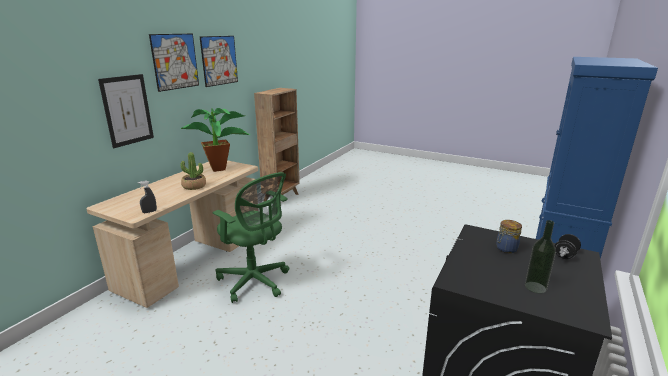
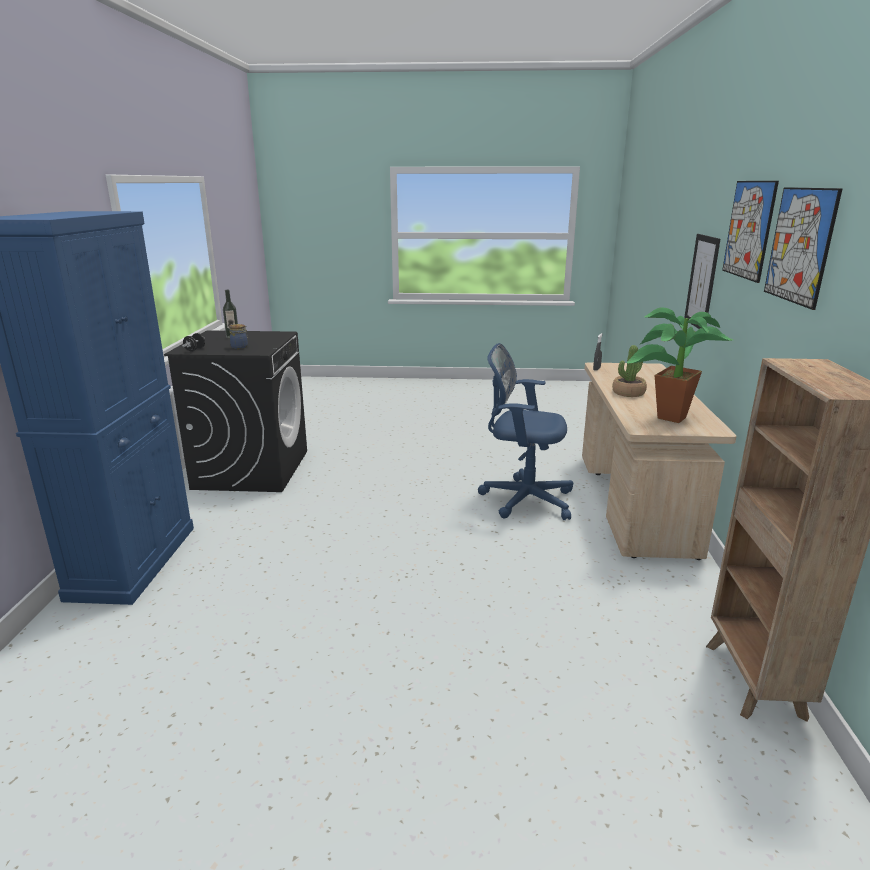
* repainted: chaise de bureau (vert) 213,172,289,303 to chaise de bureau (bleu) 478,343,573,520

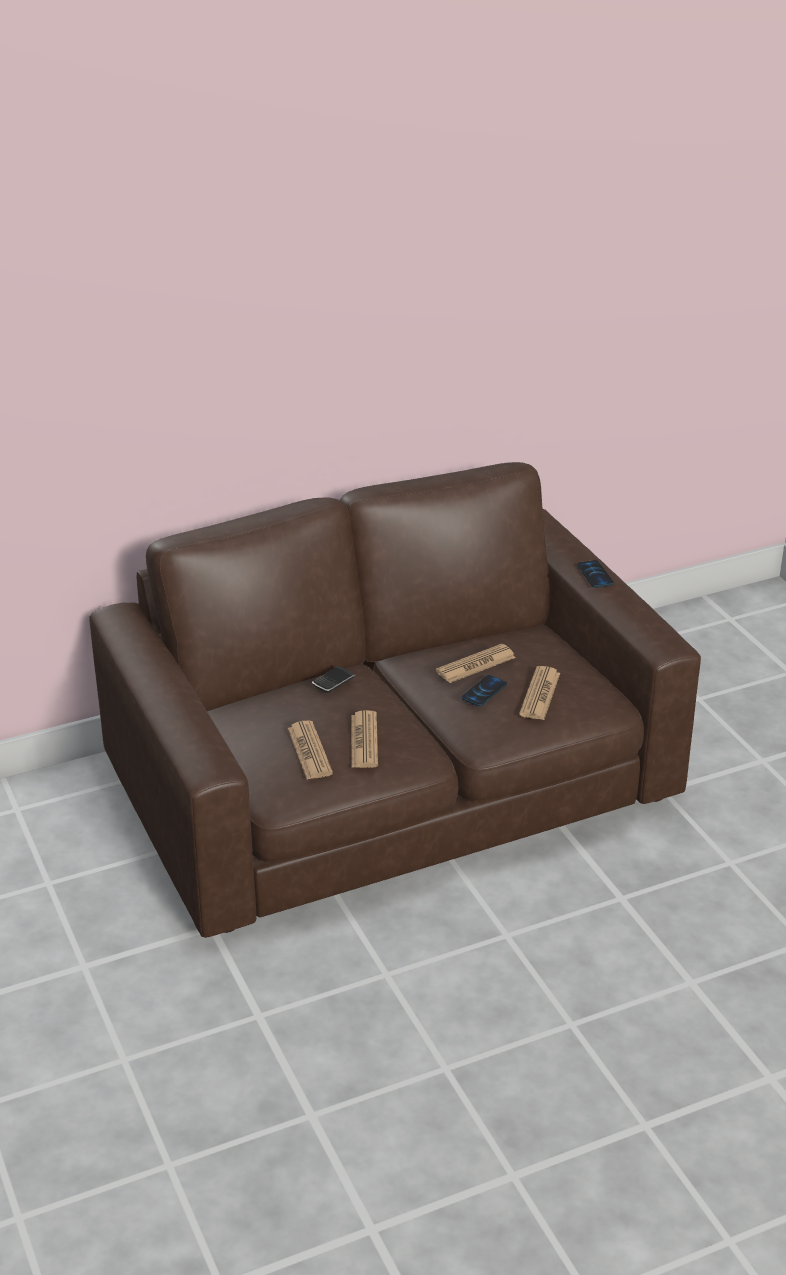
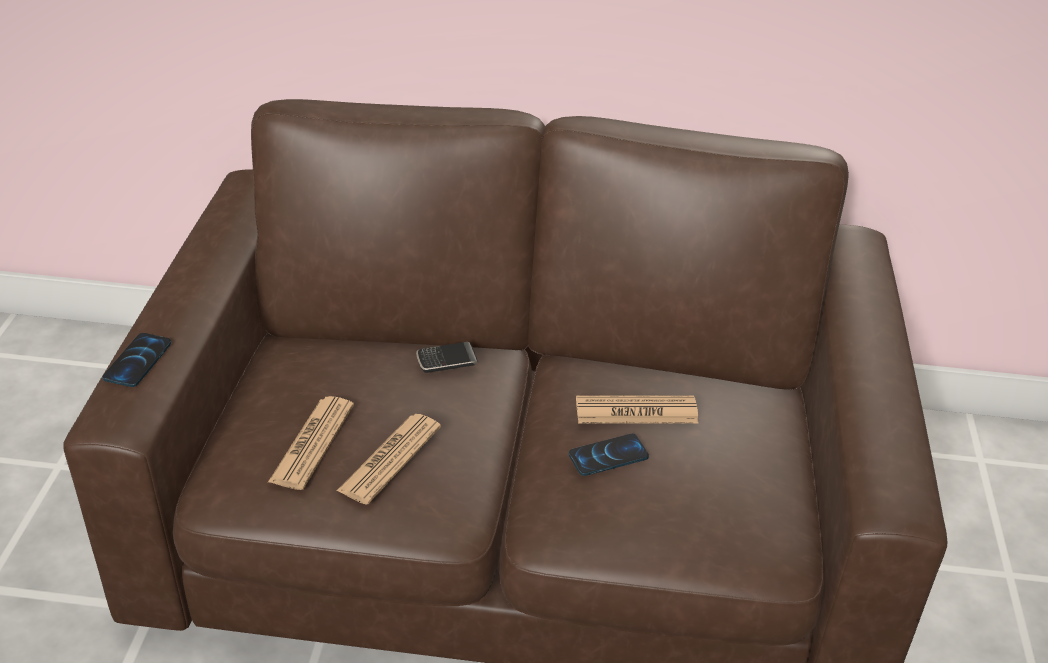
* shifted: téléphone 577,560,614,588 to 102,333,171,387
* gone: journal 519,666,560,720

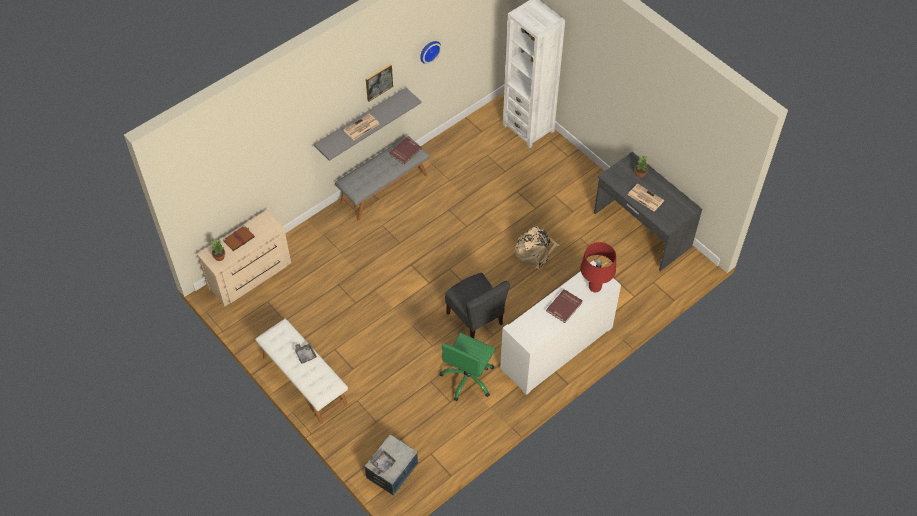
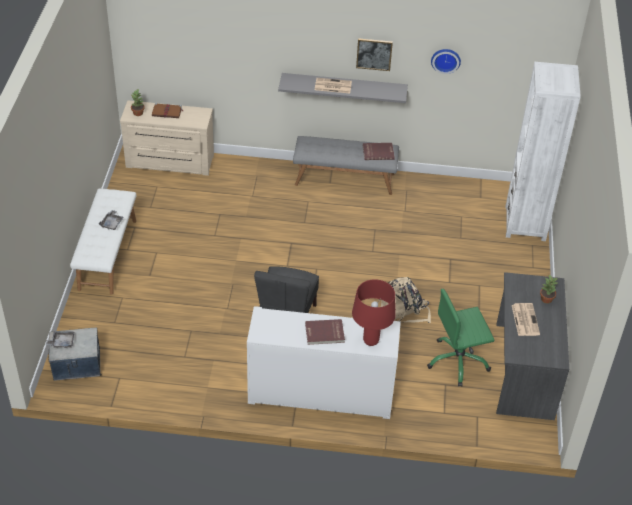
* shifted: chaise de bureau (vert) 440,333,495,401 to 427,289,494,387

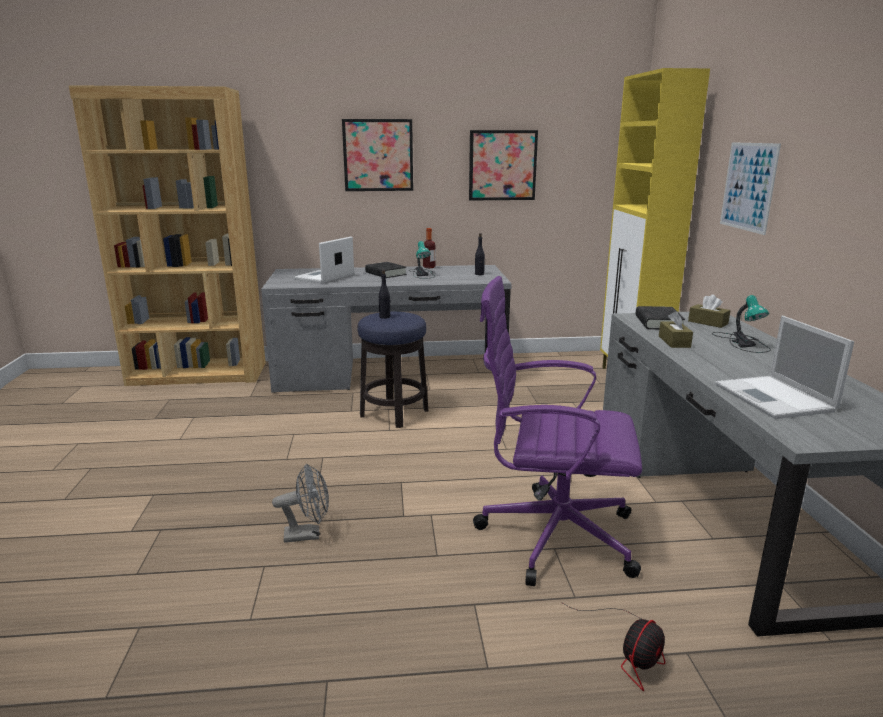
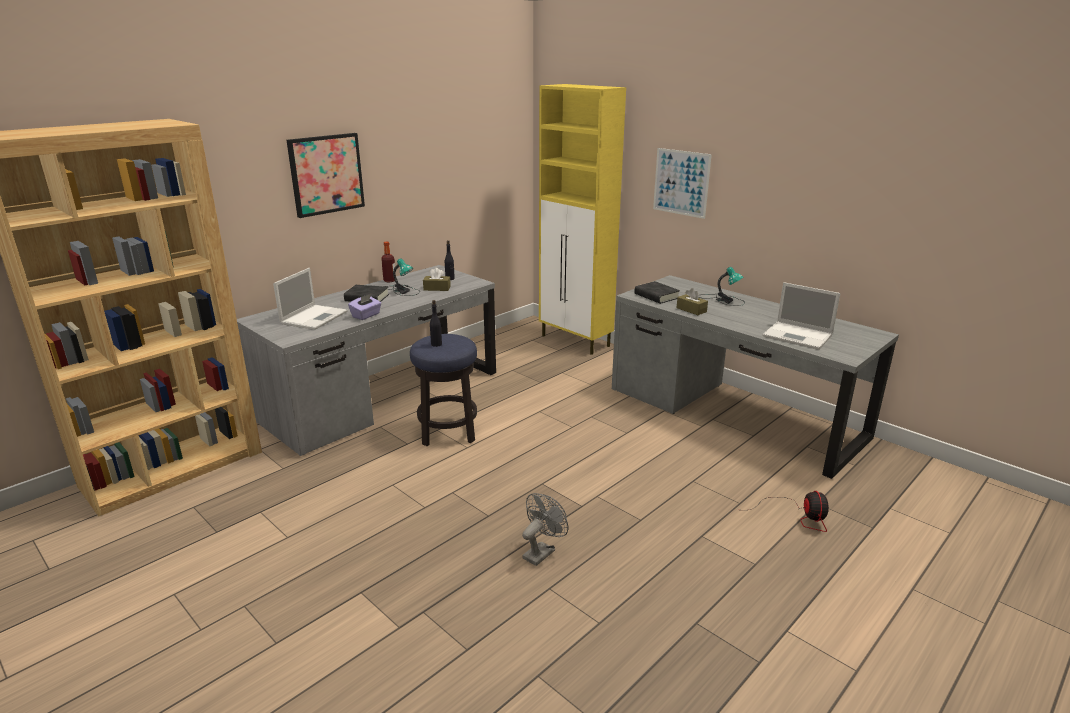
* rotated: ordinateur portable 293,237,354,283 = 273,268,347,330 150 degrees counterclockwise
* new: boîte à mouchoirs (violet) 348,294,382,320
* shifted: boîte à mouchoirs (marron) 688,294,731,328 to 423,268,451,291
* gone: tableau 469,130,538,201
* gone: chaise de bureau (violet) 473,276,642,586

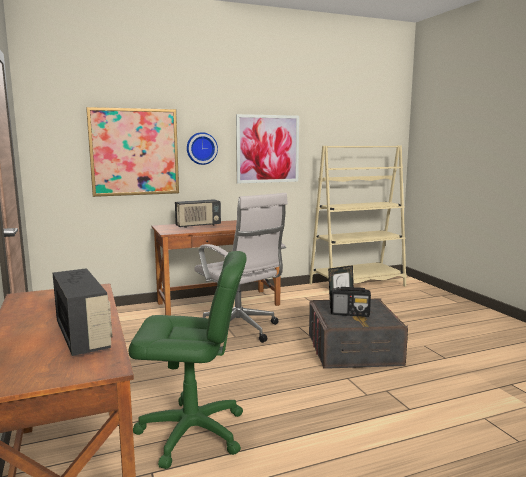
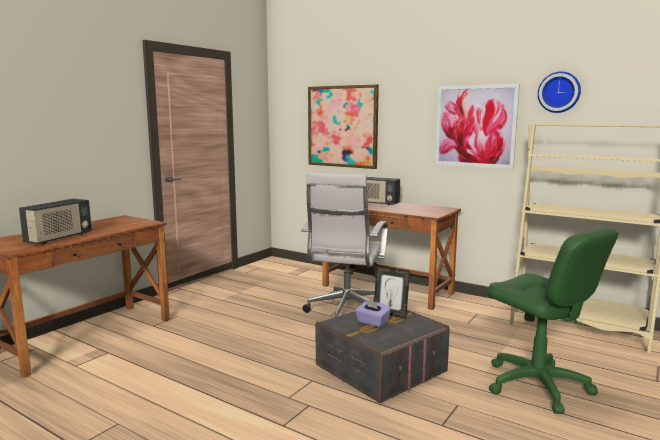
* swapped: radio 331,287,371,317 to boîte à mouchoirs (violet) 355,299,391,327
* shifted: chaise de bureau (vert) 129,251,247,469 to 487,228,618,414
* shifted: horloge murale 187,132,218,165 to 538,71,581,113

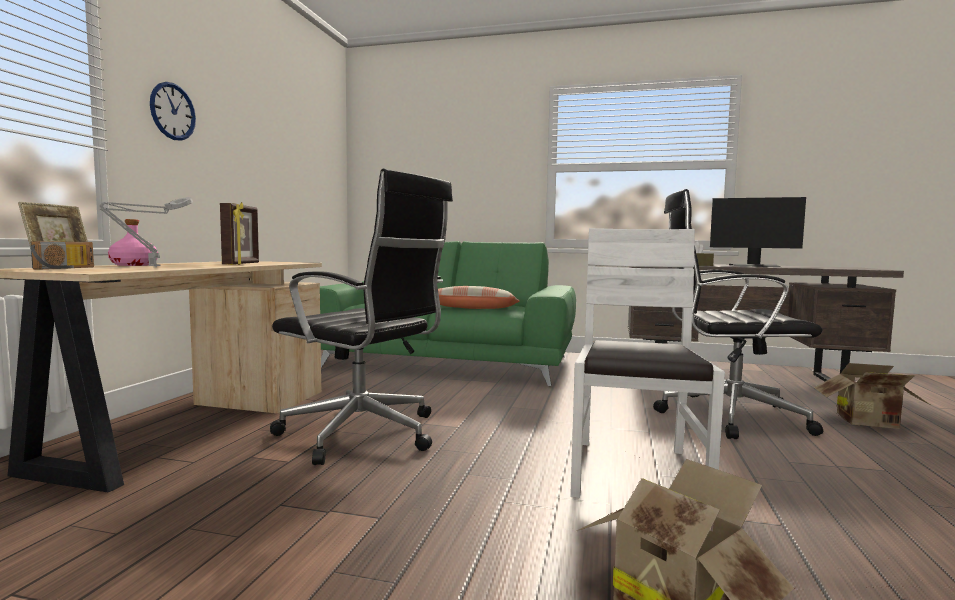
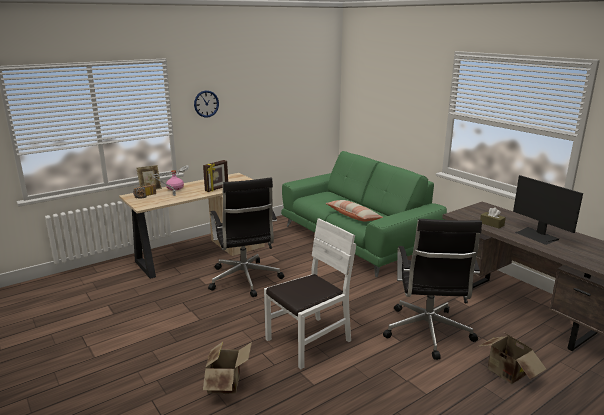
* rotated: chaise de bureau (noir) 653,189,823,439 = 383,219,482,360 135 degrees counterclockwise

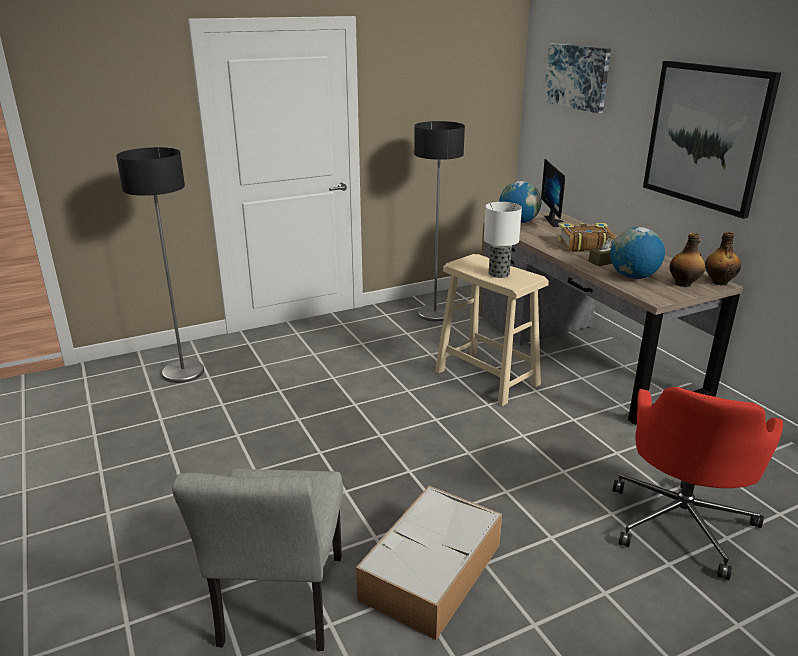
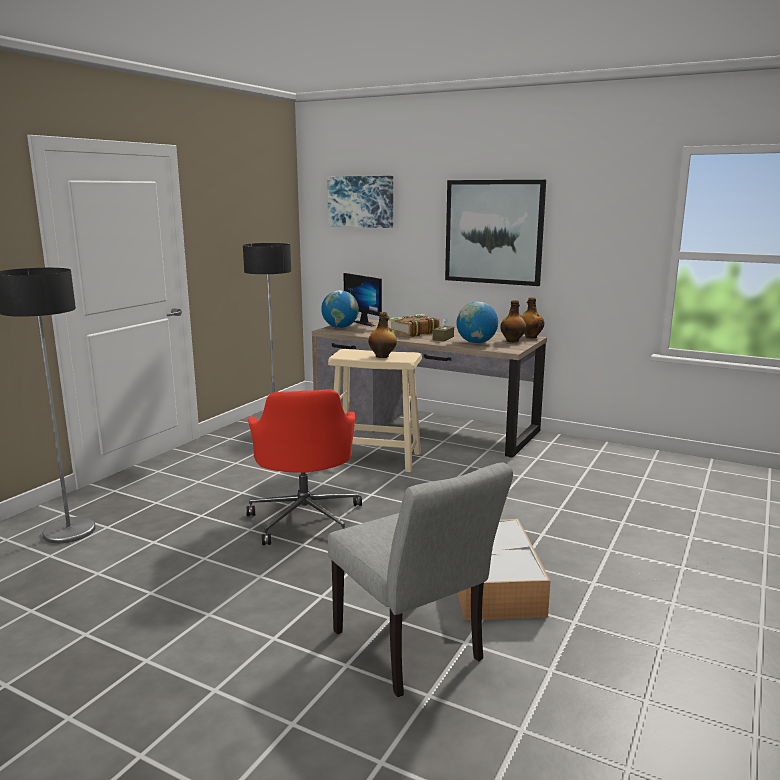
* shifted: chaise de bureau (rouge) 613,387,783,580 to 247,389,362,545
* swapped: lampe de table 484,202,522,278 to bouteille 368,312,397,358

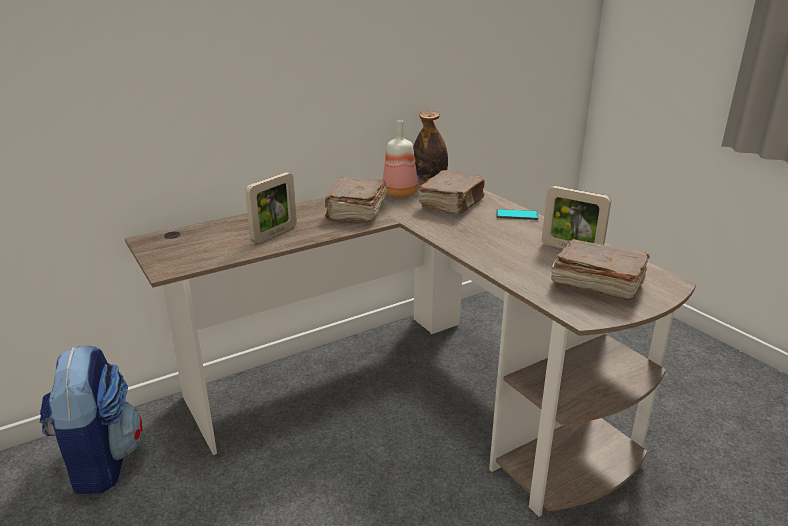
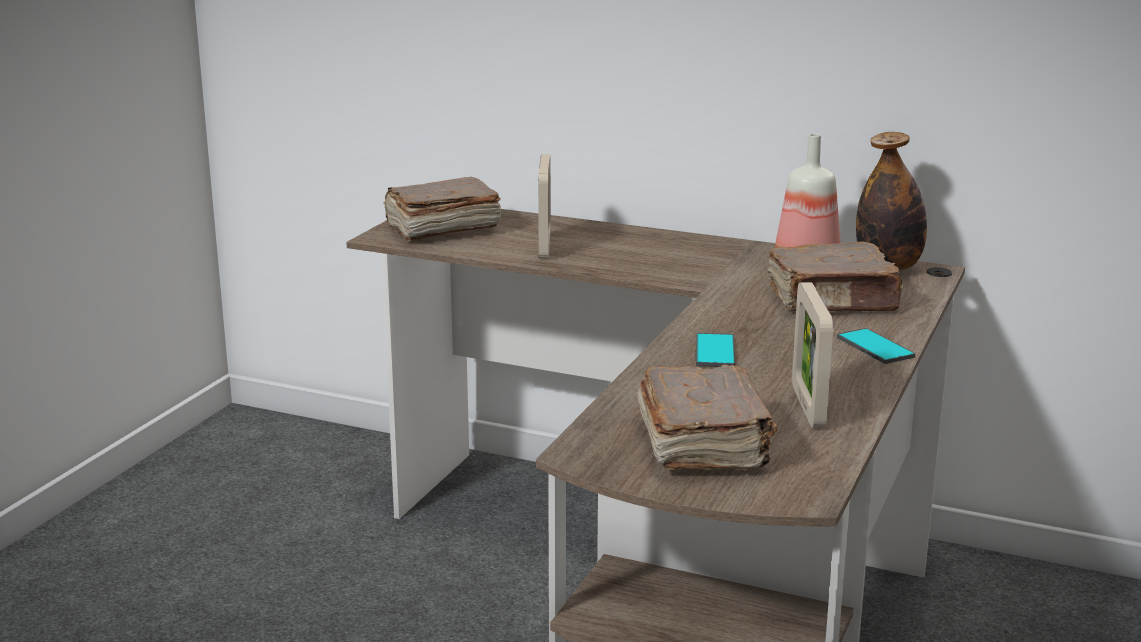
* shifted: livre (marron) 325,177,387,223 to 383,177,501,242
* rotated: cadre photo 245,172,297,243 = 538,154,551,259 90 degrees counterclockwise
* new: téléphone 695,333,735,367
* gone: sac à dos 39,346,143,494

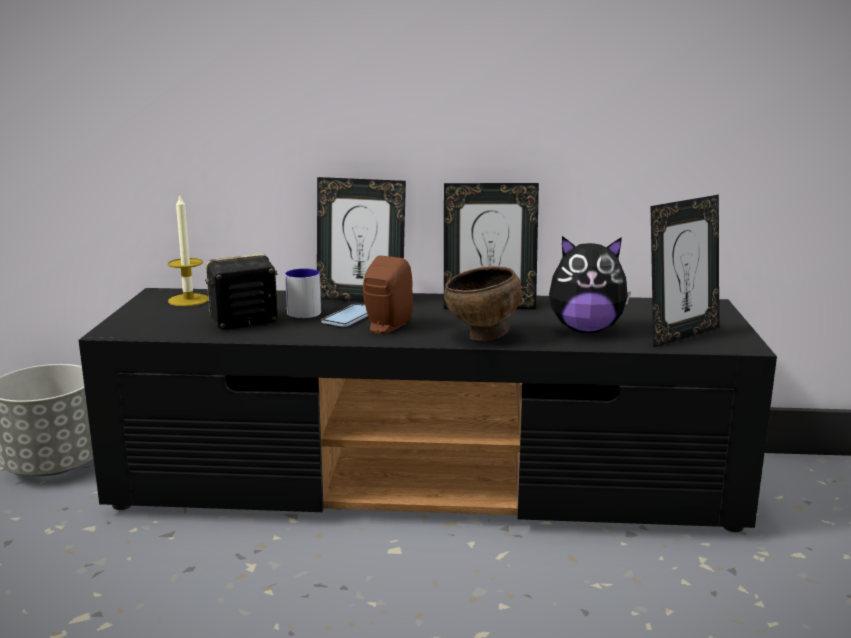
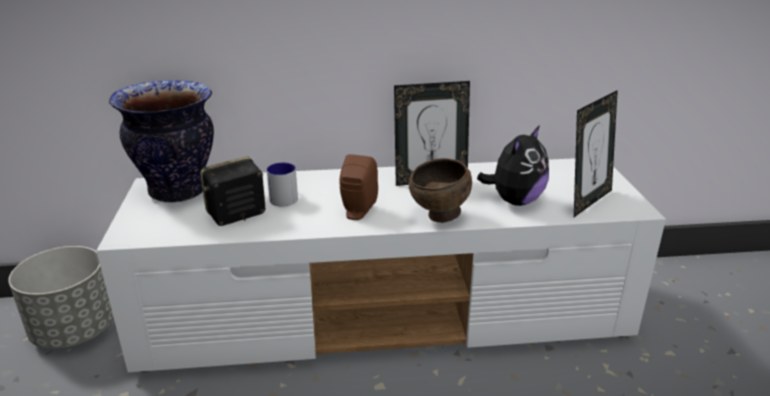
* repainted: meuble télé (noir) 79,288,777,532 to meuble télé (blanc) 96,158,666,372
* swapped: bougie 168,193,209,306 to vase 109,80,214,203
* rotated: peluche 549,236,631,333 = 477,125,549,206 45 degrees counterclockwise
* gone: cadre photo 317,177,406,302
* gone: téléphone 321,304,368,327

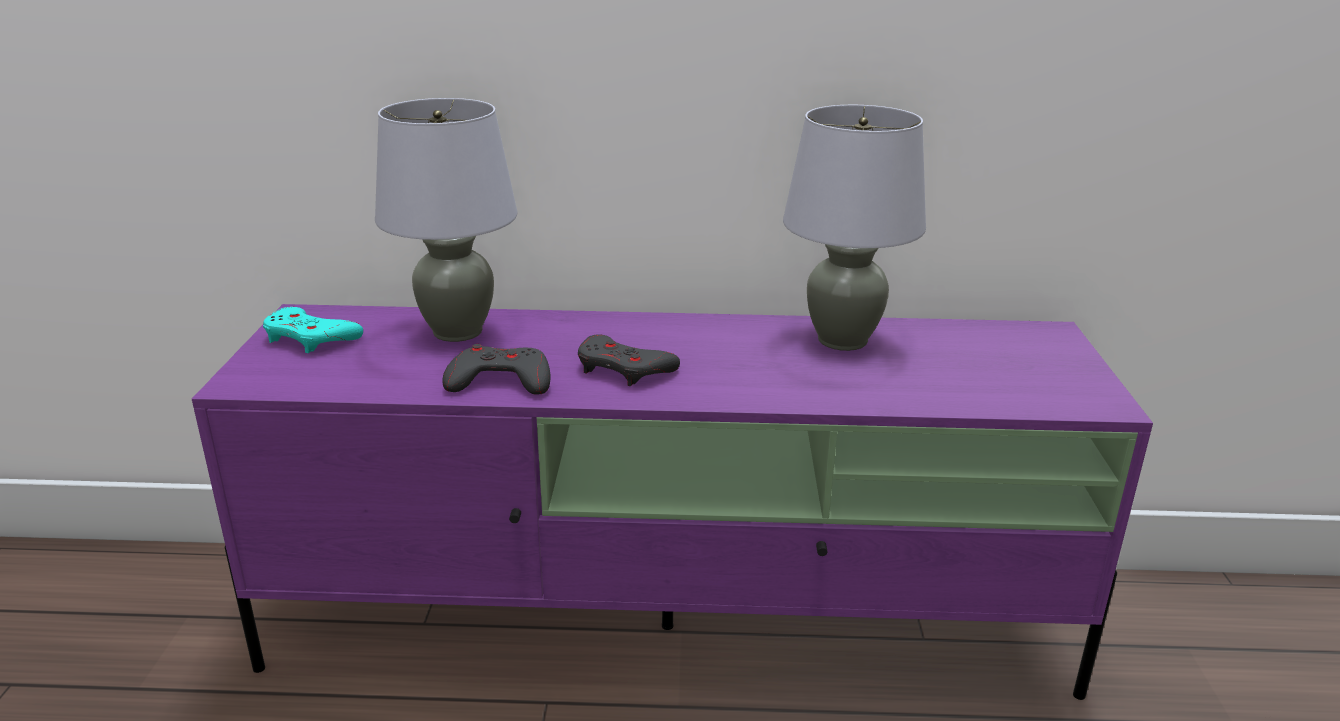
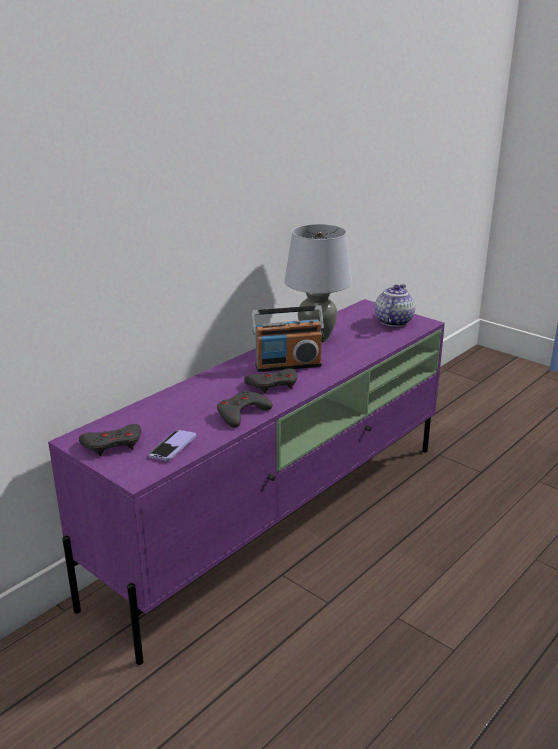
* repainted: manette (turquoise) 263,307,363,353 to manette (gris) 79,424,141,456
* new: téléphone 148,430,196,461
* new: radio 251,306,324,372
* new: théière 375,284,415,327
* gone: lampe de table (gris) 375,98,517,342

